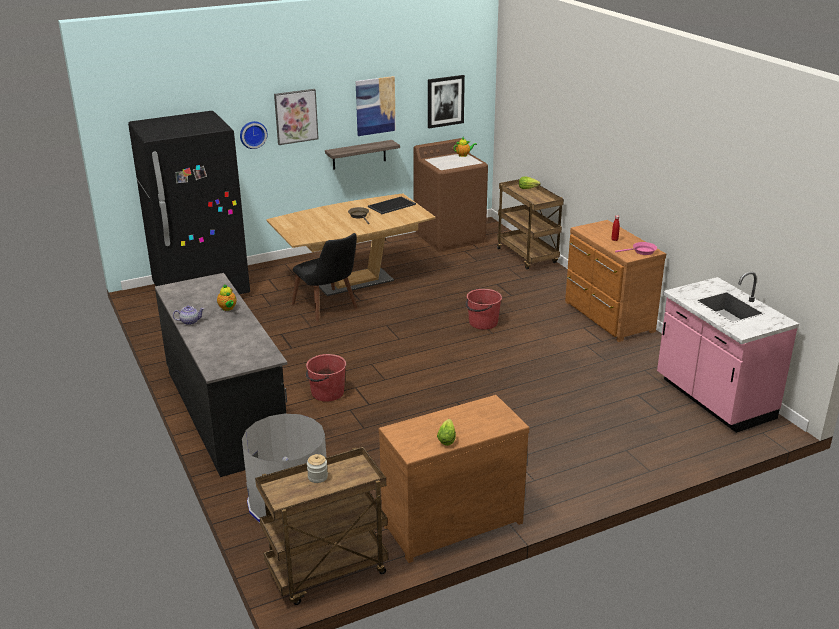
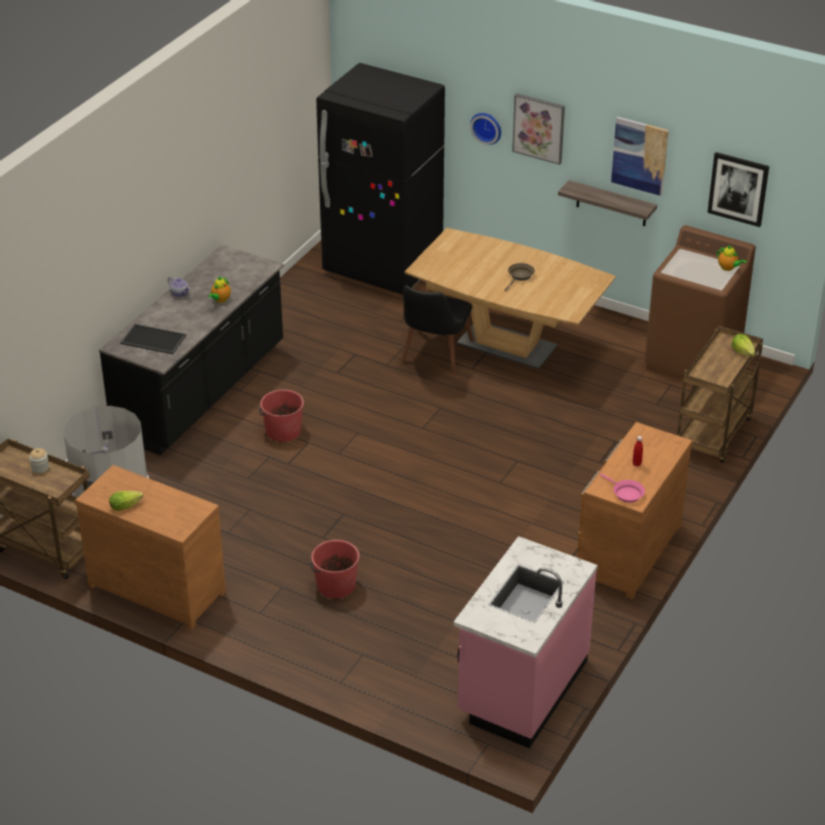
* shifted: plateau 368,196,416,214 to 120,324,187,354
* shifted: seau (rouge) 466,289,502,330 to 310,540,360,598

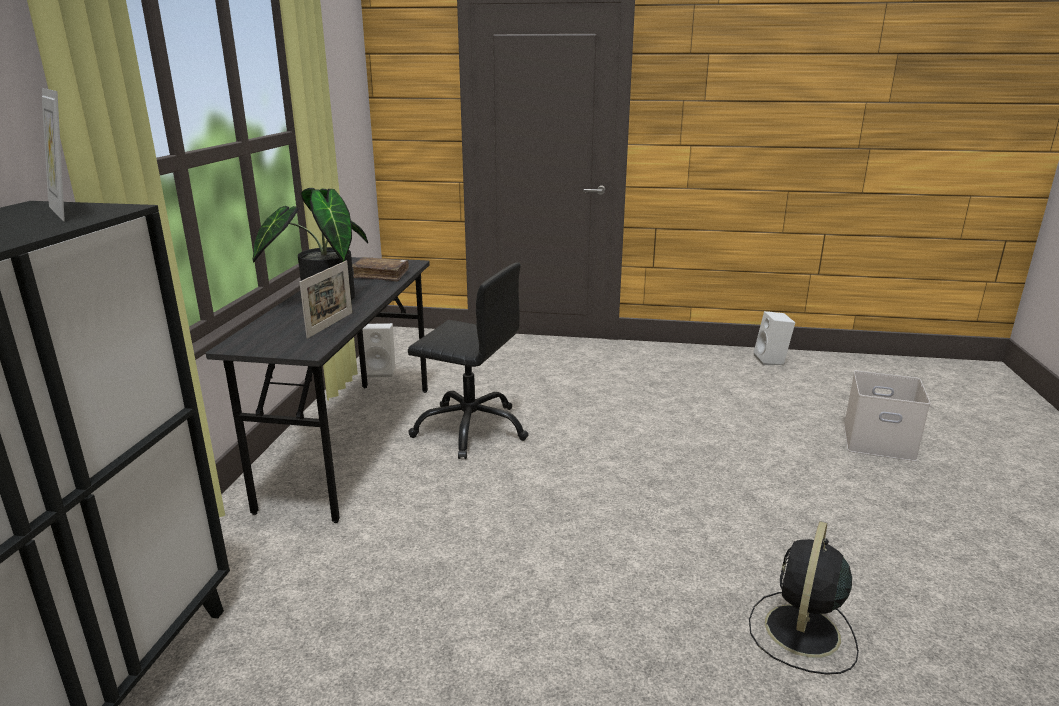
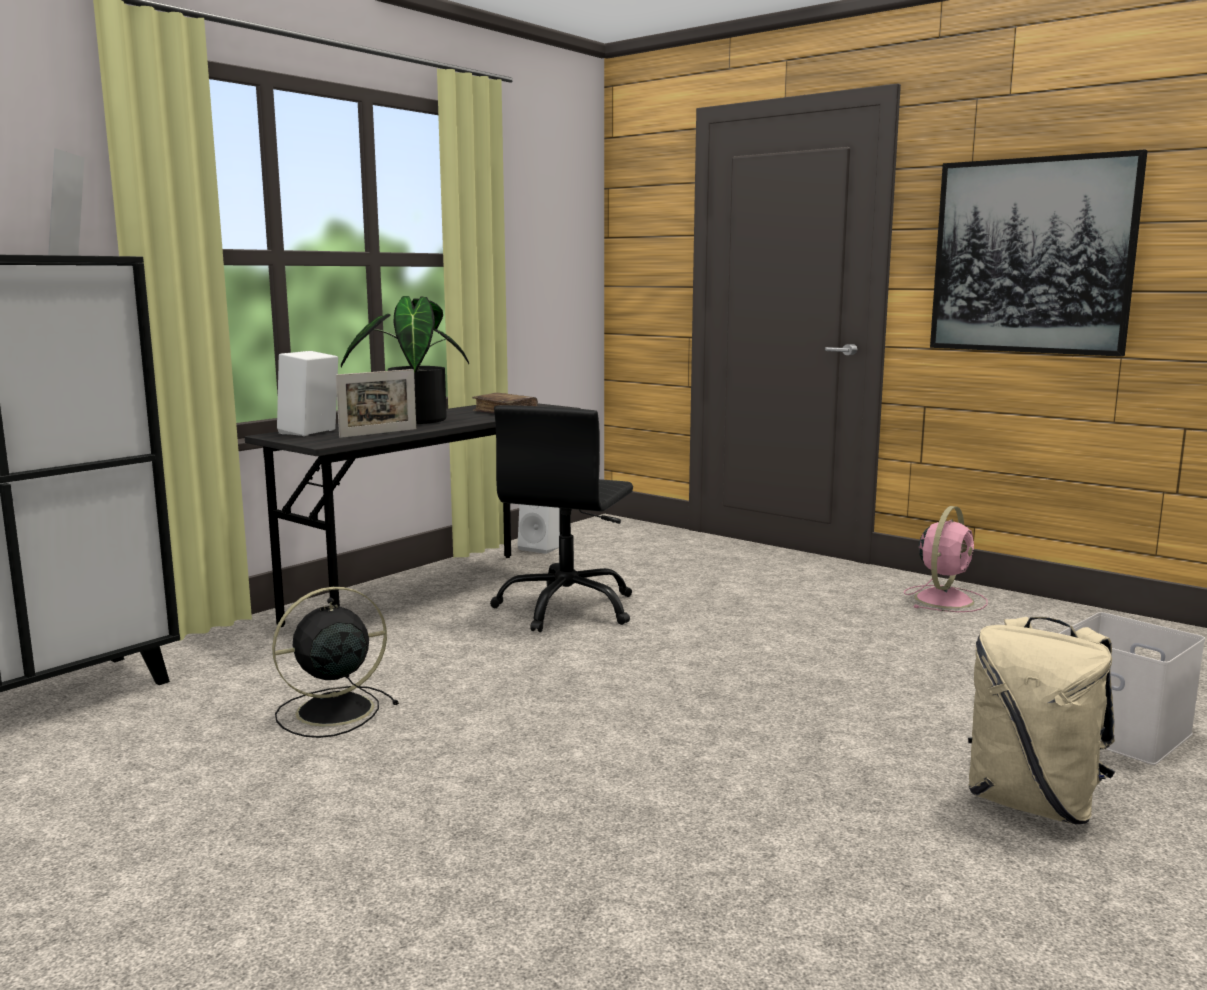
* shifted: ventilateur (noir) 749,521,859,675 to 272,587,399,738
* shifted: enceinte (blanc) 754,311,795,365 to 277,351,338,436
* rotated: chaise de bureau (noir) 408,262,529,459 = 490,405,633,632 60 degrees clockwise
* new: ventilateur (rose) 904,506,988,612
* new: tableau 930,149,1148,357
* new: sac à dos (beige) 968,617,1115,824

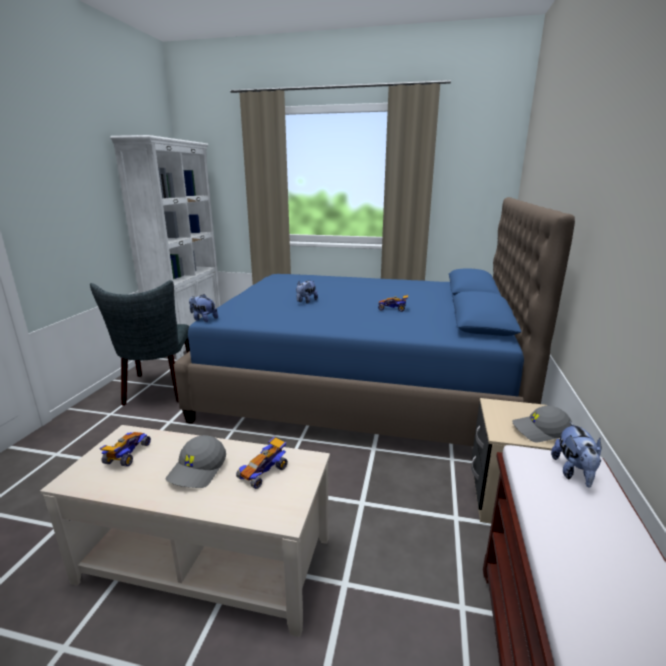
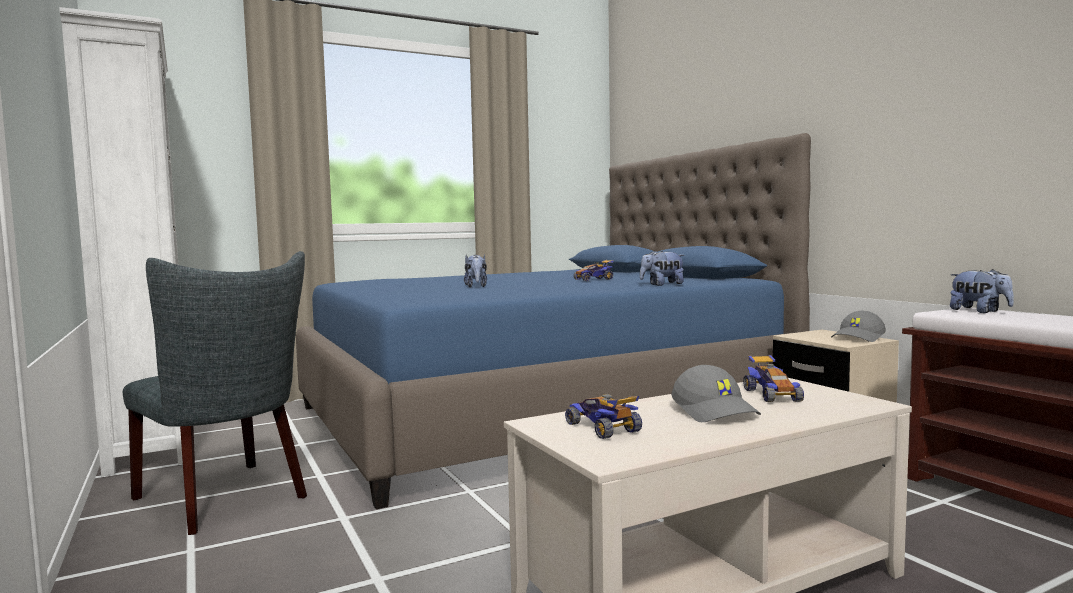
* shifted: peluche 189,294,218,322 to 640,251,685,286

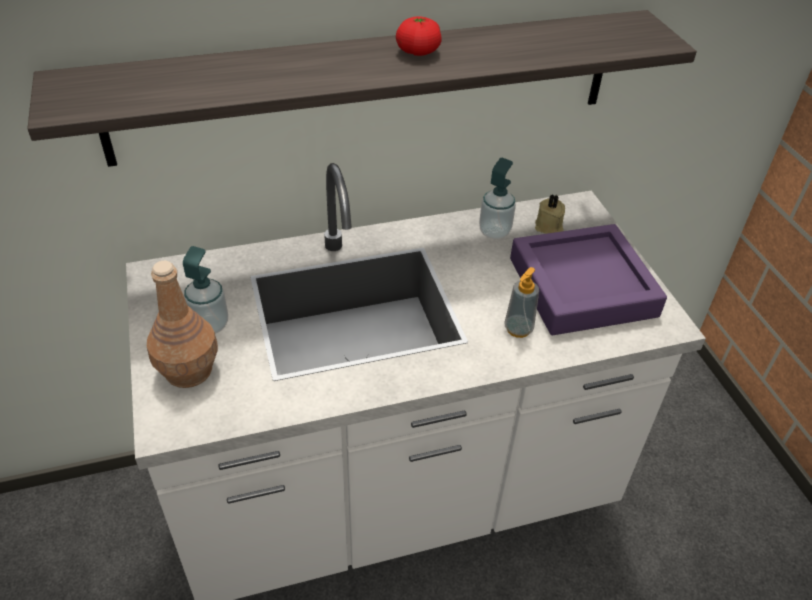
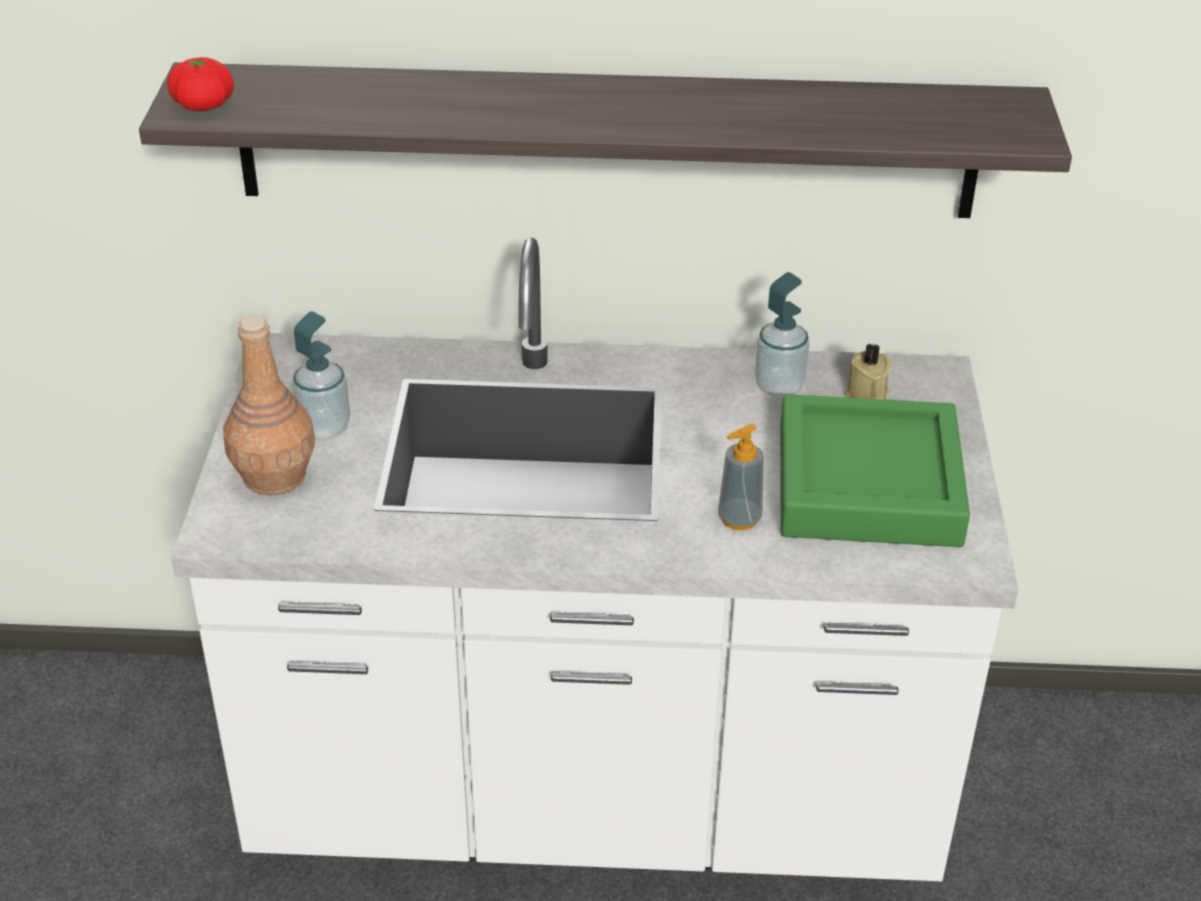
* shifted: tomate 396,16,442,56 to 167,57,234,111
* repainted: plateau (violet) 510,224,667,335 to plateau (vert) 780,394,970,547

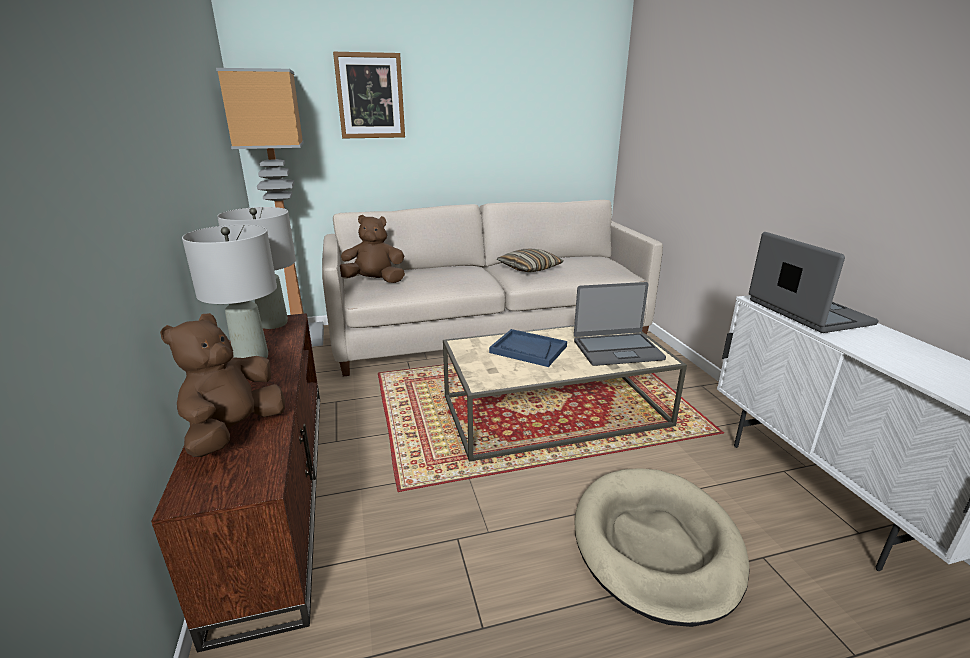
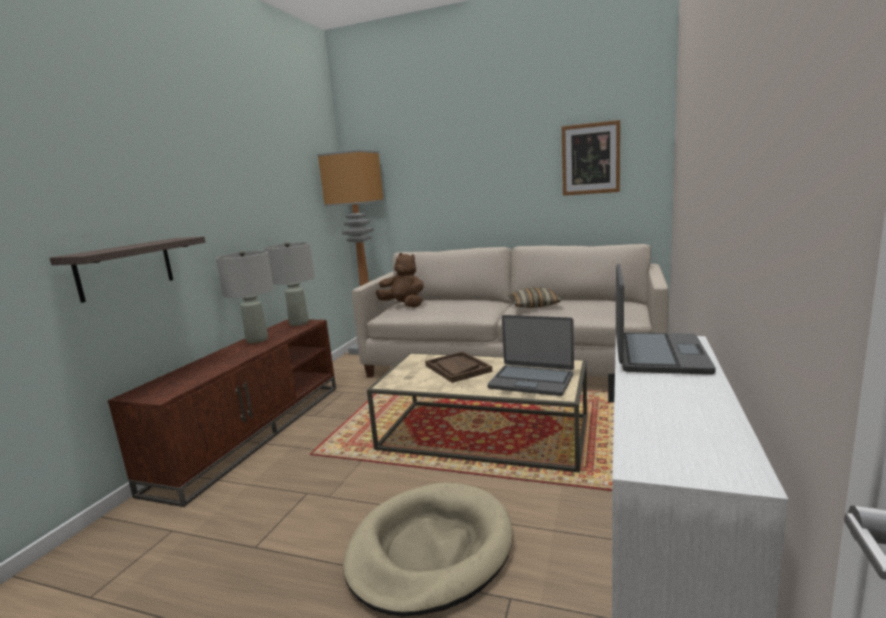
* new: étagère 50,236,205,303
* repainted: plateau (bleu) 489,329,567,367 to plateau (marron) 425,351,492,383
* shifted: tableau 333,52,405,138 to 562,120,620,196
* gone: peluche (marron) 160,313,285,457

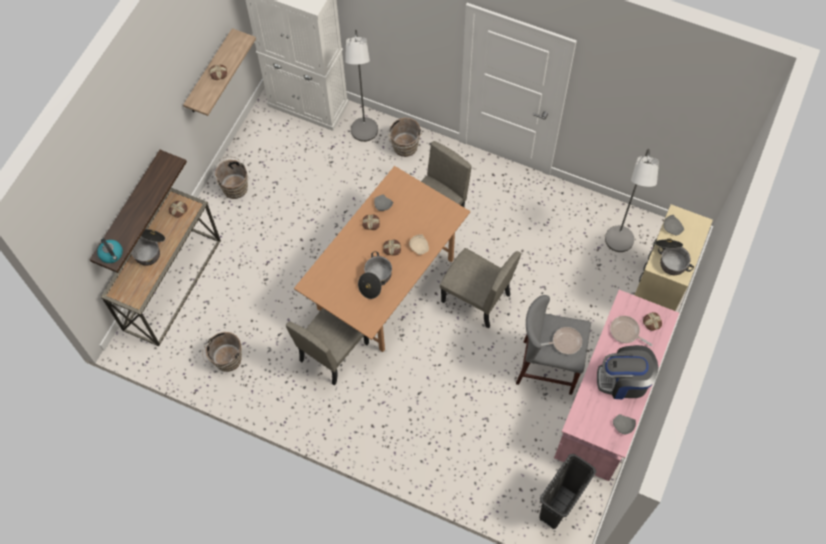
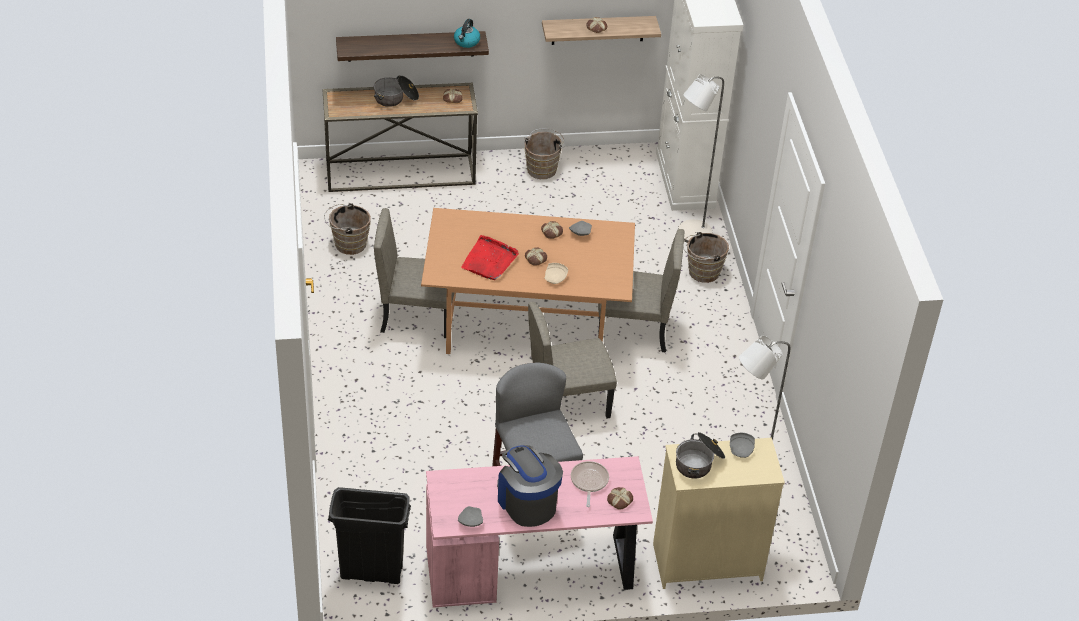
* shifted: bouilloire 97,238,123,263 to 454,19,480,48
* swapped: marmite 358,251,392,299 to plateau (rouge) 461,235,519,280
* rotated: chaise (beige) 440,248,521,328 = 528,302,617,419 75 degrees clockwise
* gone: poêle 541,327,582,355

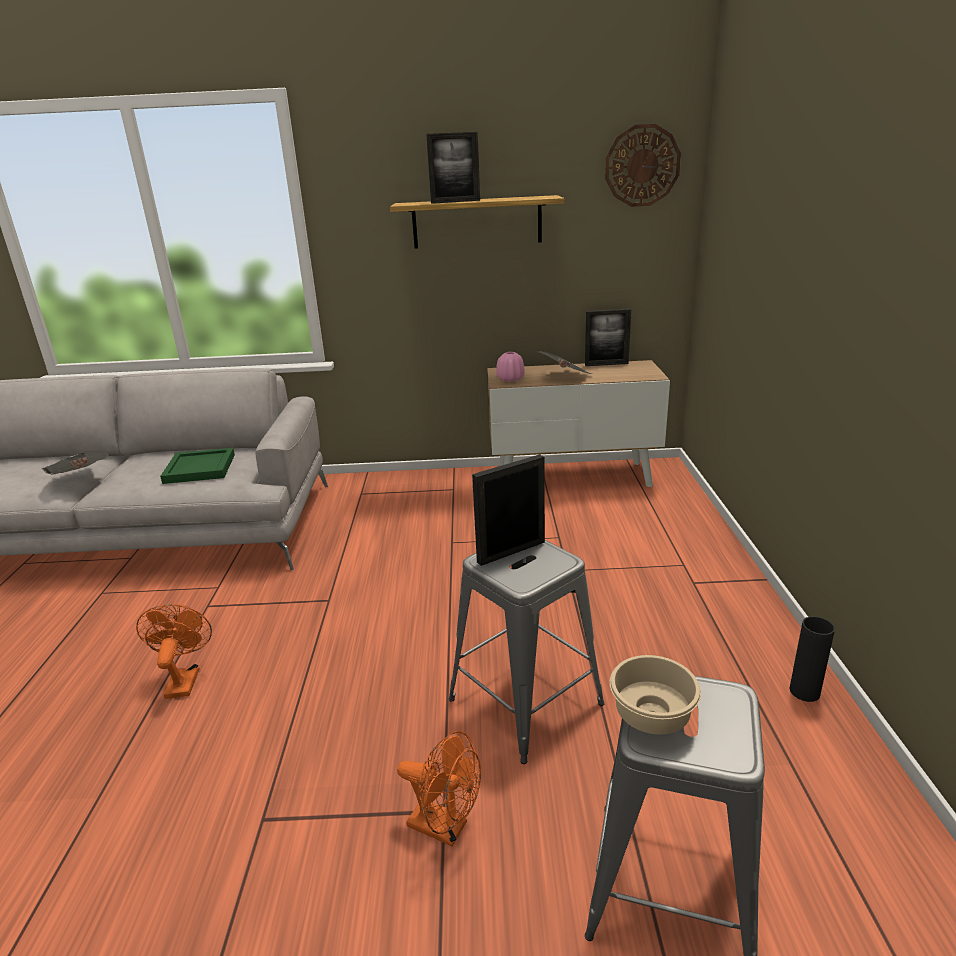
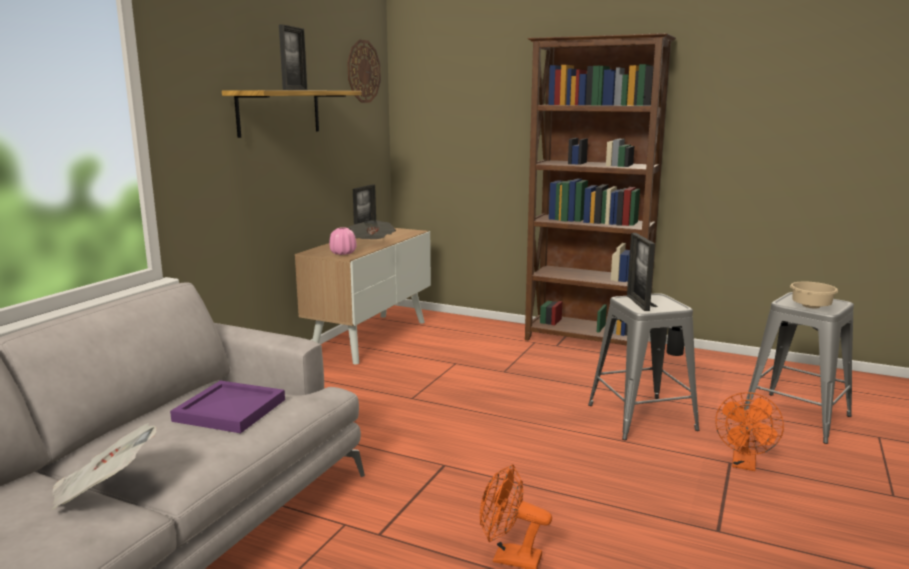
* repainted: plateau (vert) 160,448,235,484 to plateau (violet) 170,381,285,433
* new: bibliothèque (marron) 525,33,676,345
* rotated: ventilateur (orange) 397,731,481,847 = 715,392,784,471 150 degrees clockwise

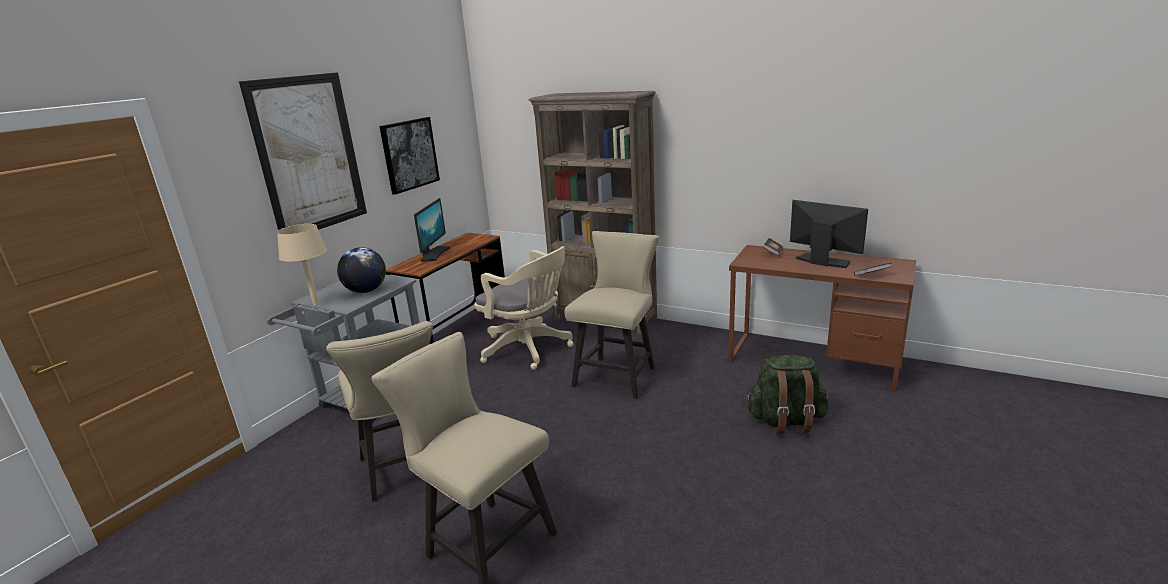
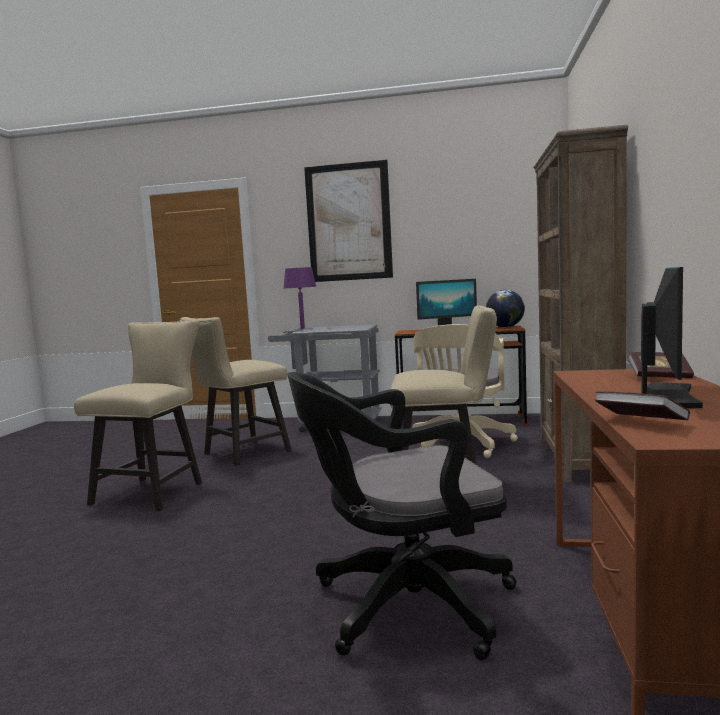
* repainted: lampe de table (beige) 277,224,327,306 to lampe de table (violet) 283,267,317,329
* swapped: sac à dos (vert) 746,355,828,434 to chaise de bureau (noir) 287,372,517,660
* shifted: globe 337,247,386,293 to 486,290,525,328
* gone: tableau 379,117,440,195

